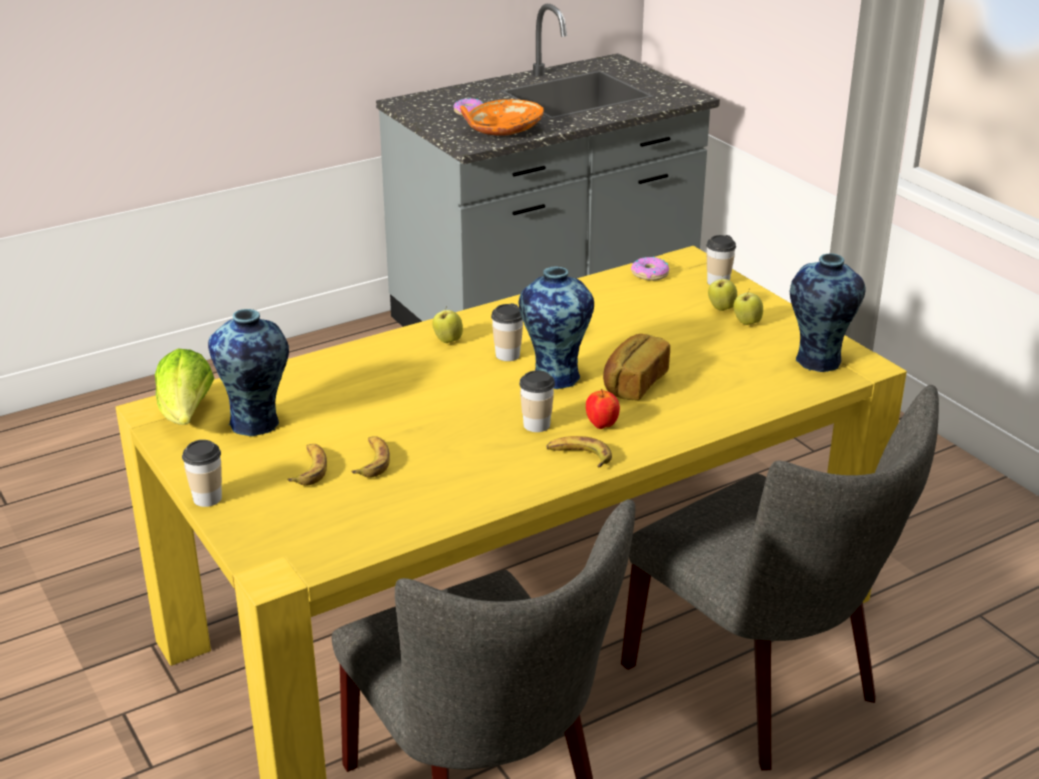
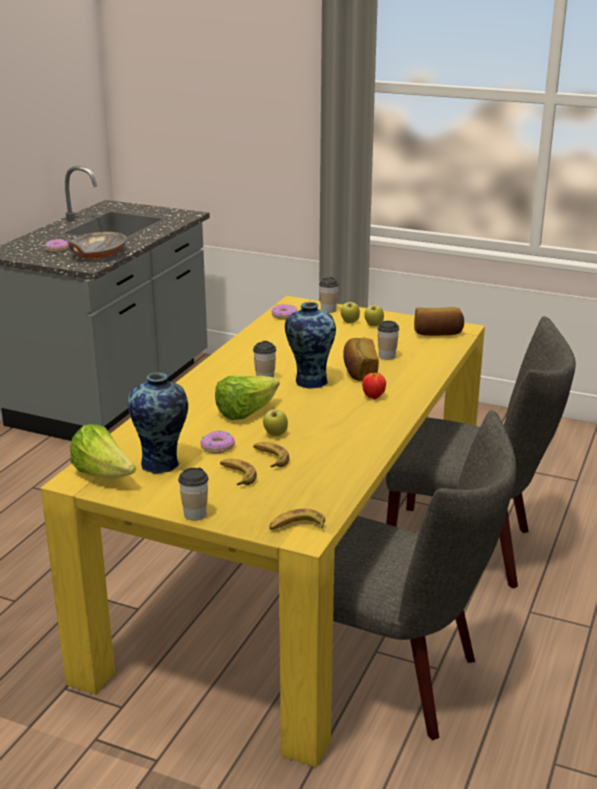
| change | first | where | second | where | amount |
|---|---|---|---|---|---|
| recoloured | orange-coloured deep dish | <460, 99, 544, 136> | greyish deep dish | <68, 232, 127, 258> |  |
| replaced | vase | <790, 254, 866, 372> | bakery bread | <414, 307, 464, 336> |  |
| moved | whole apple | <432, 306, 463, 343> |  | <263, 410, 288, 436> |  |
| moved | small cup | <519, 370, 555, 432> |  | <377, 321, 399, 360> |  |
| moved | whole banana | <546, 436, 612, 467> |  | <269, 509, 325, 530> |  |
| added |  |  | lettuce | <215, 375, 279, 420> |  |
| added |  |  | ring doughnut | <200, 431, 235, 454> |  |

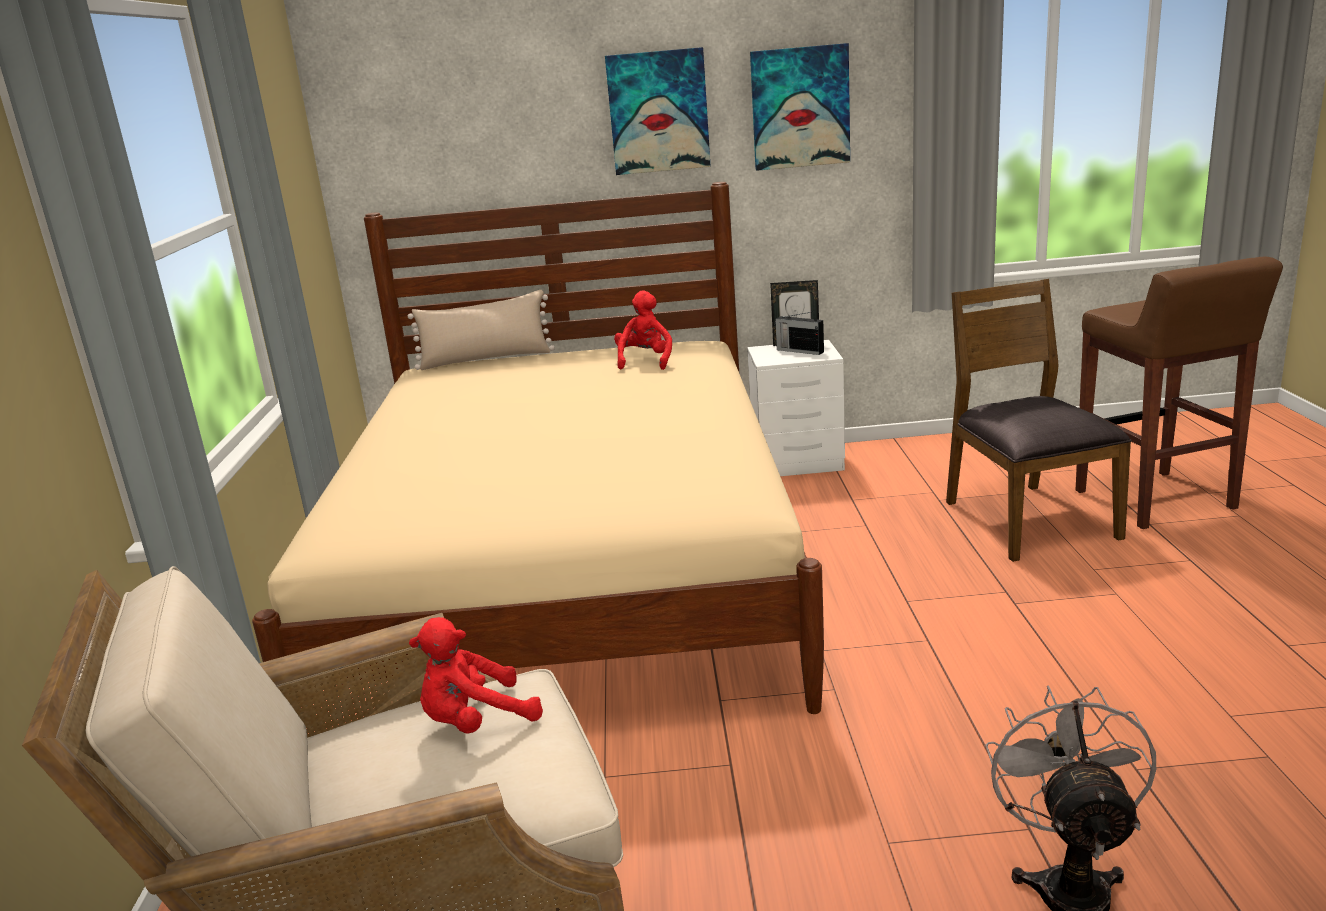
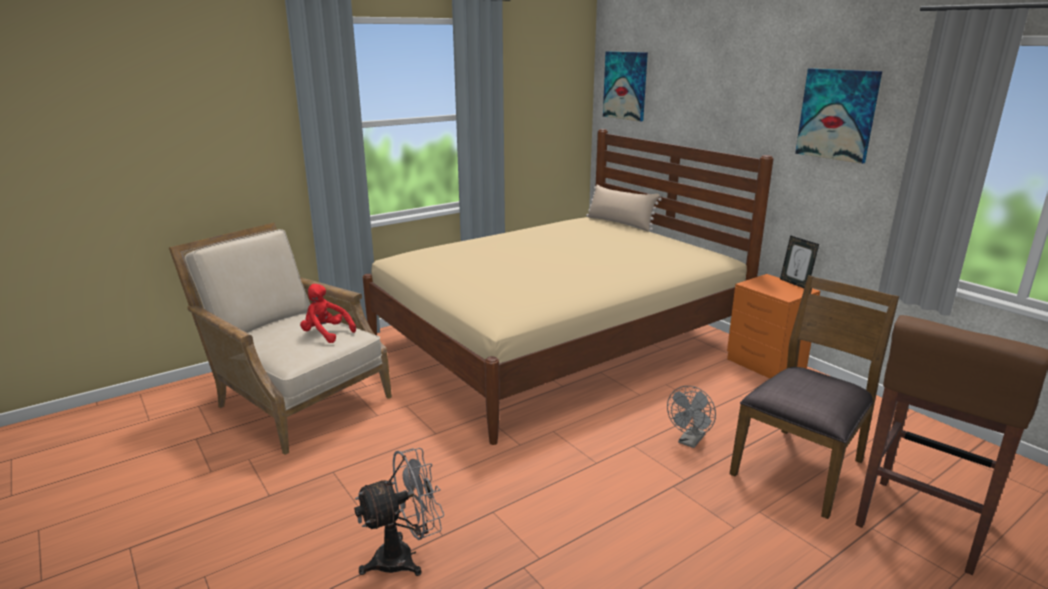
| change | first | where | second | where | amount |
|---|---|---|---|---|---|
| moved | wall art | <605, 47, 711, 175> |  | <603, 51, 648, 122> |  |
| removed | red-coloured plush toy | <614, 290, 672, 370> |  |  |  |
| removed | radio | <775, 311, 824, 355> |  |  |  |
| recoloured | whitish nightstand | <747, 340, 845, 476> | orange-coloured nightstand | <727, 274, 820, 378> |  |
| added |  |  | greyish cooling fan | <667, 386, 716, 448> |  |

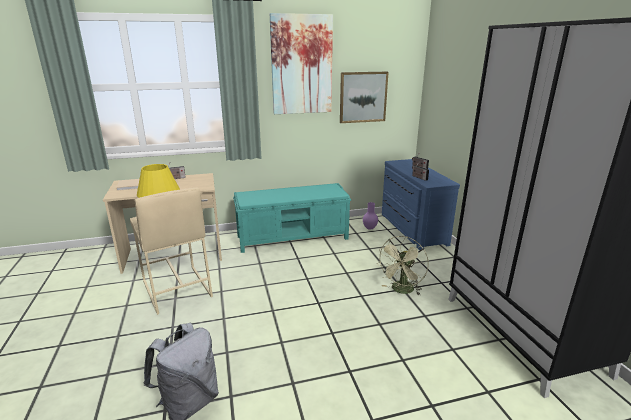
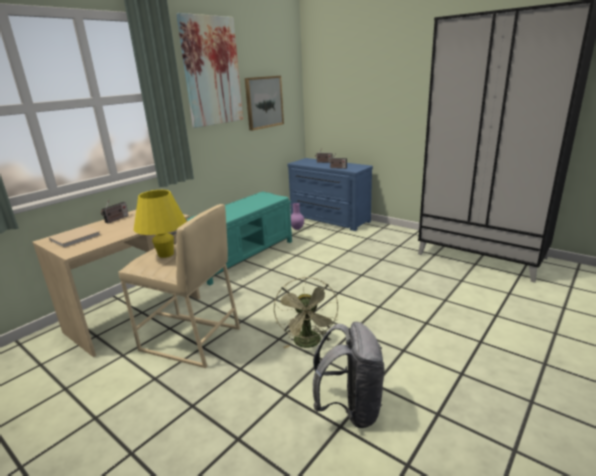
| change | first | where | second | where | amount |
|---|---|---|---|---|---|
| moved | green cooling fan | <378, 236, 429, 295> |  | <274, 277, 338, 348> |  |

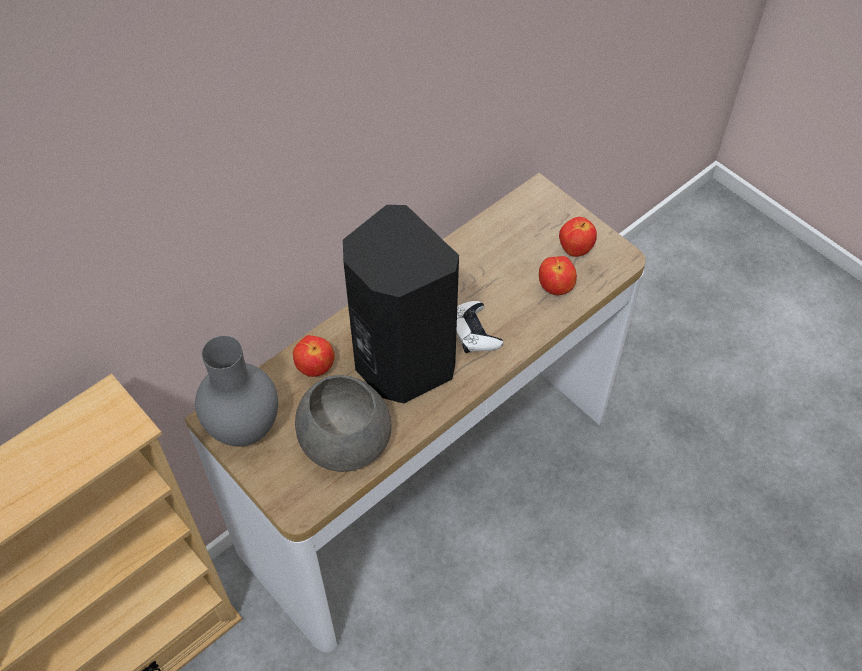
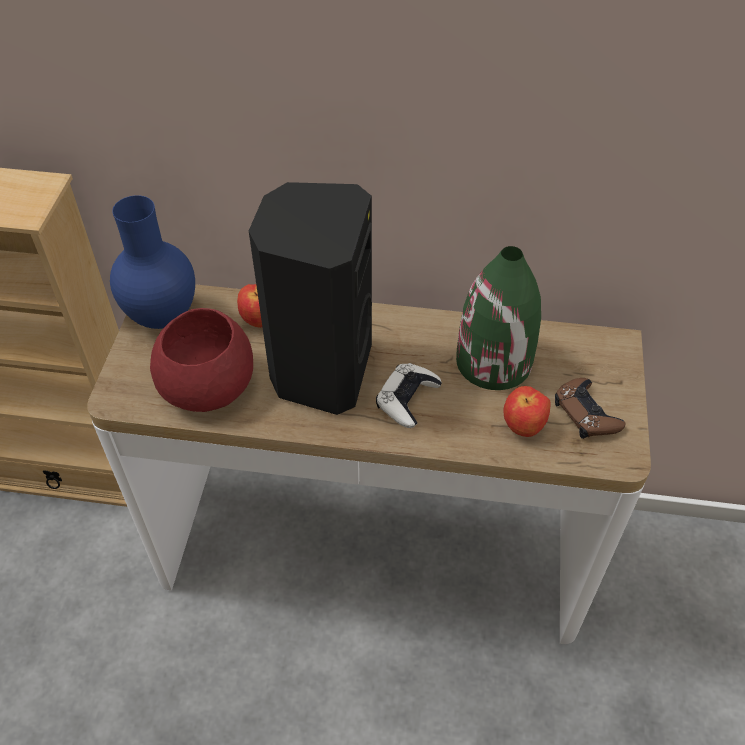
| change | first | where | second | where | amount |
|---|---|---|---|---|---|
| replaced | whole apple | <559, 217, 597, 257> | brown game controller | <555, 378, 625, 439> |  |
| recoloured | greyish vase | <195, 335, 278, 446> | bluish vase | <110, 195, 195, 329> |  |
| recoloured | greyish deep dish | <295, 375, 391, 472> | red-coloured deep dish | <150, 308, 253, 412> |  |
| added |  |  | green vase | <456, 246, 541, 390> |  |

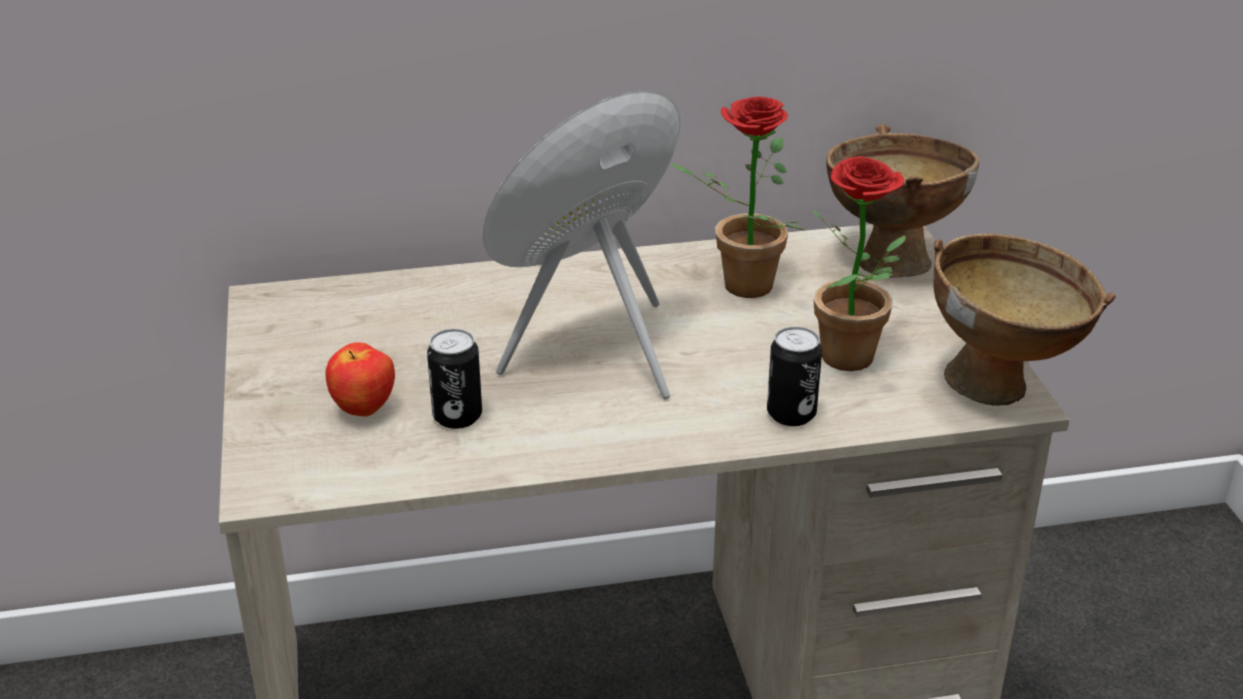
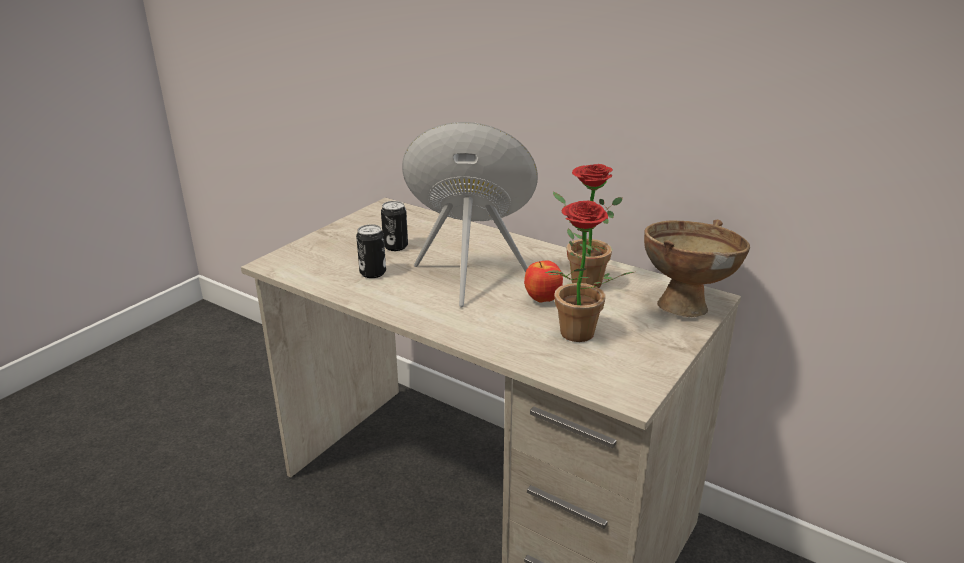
| change | first | where | second | where | amount |
|---|---|---|---|---|---|
| removed | brown deep dish | <933, 234, 1116, 406> |  |  |  |
| moved | sealed can | <767, 326, 822, 426> |  | <381, 201, 408, 251> |  |
| moved | whole apple | <326, 342, 395, 416> |  | <524, 260, 563, 303> |  |

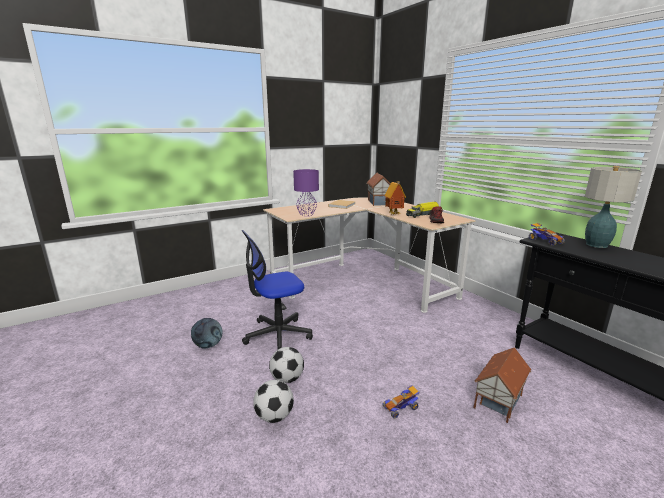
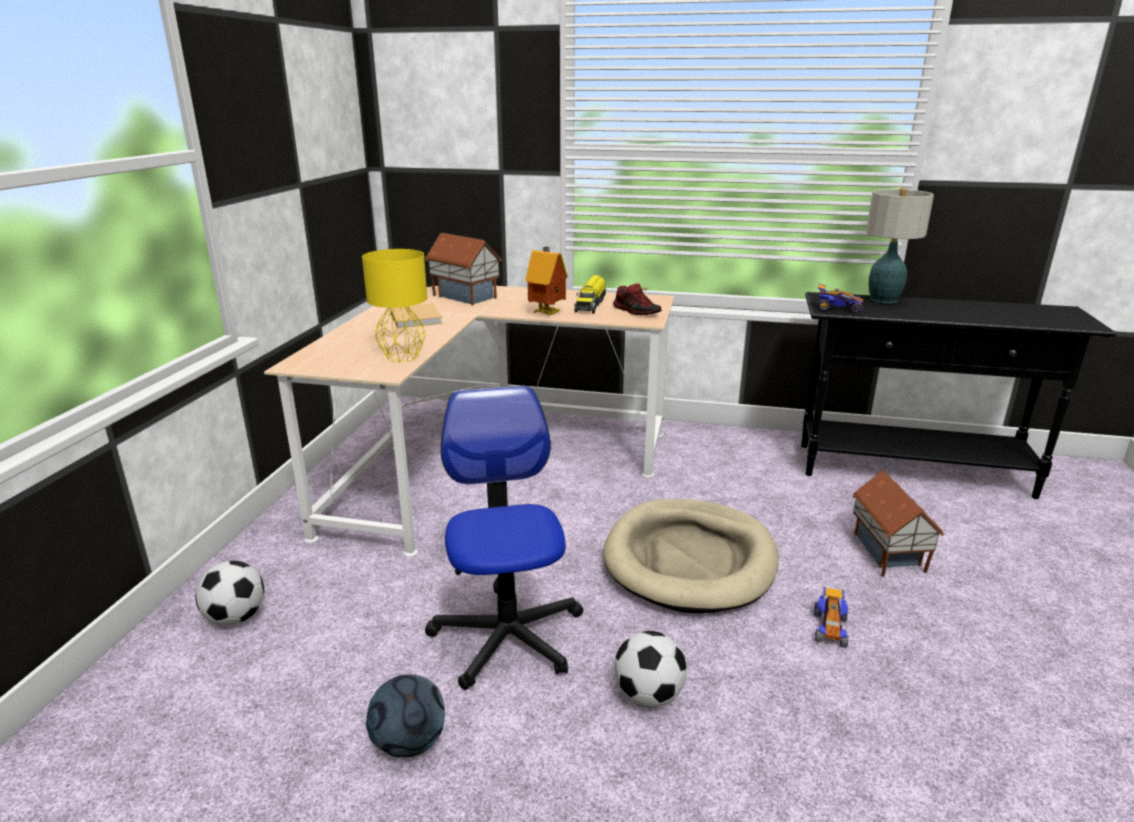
| change | first | where | second | where | amount |
|---|---|---|---|---|---|
| recoloured | purple tabletop lamp | <293, 169, 319, 216> | yellow tabletop lamp | <362, 249, 427, 362> |  |
| turned | desk chair | <242, 230, 313, 349> |  | <425, 386, 583, 690> | 150 degrees clockwise |
| moved | football | <253, 380, 294, 423> |  | <195, 561, 264, 625> |  |
| added |  |  | sand-coloured dog bed | <603, 499, 779, 613> |  |

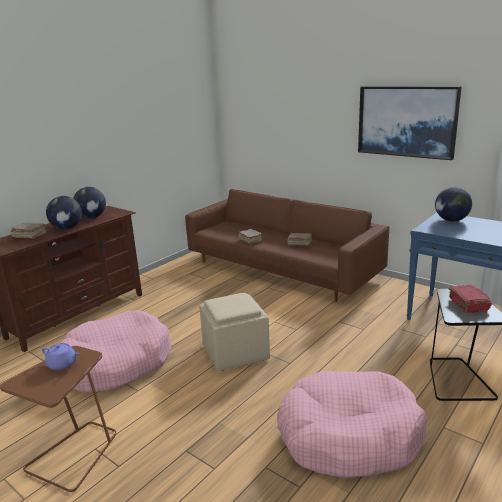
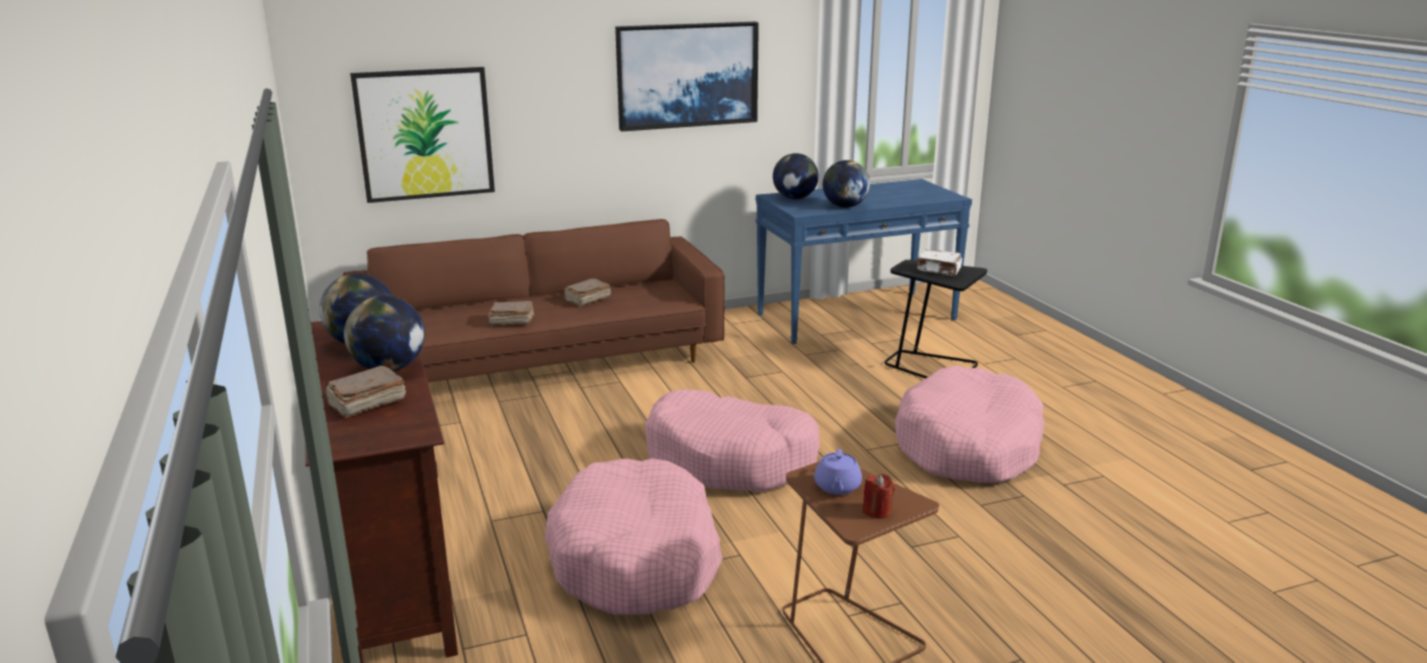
| change | first | where | second | where | amount |
|---|---|---|---|---|---|
| recoloured | red-coloured bound book | <449, 285, 492, 313> | whitish bound book | <917, 250, 963, 276> |  |
| replaced | sand-coloured ottoman | <199, 293, 270, 371> | pinkish dog bed | <645, 389, 820, 491> |  |
| turned | purple tea pot | <42, 343, 79, 370> |  | <814, 449, 862, 495> | 135 degrees clockwise |
| added |  |  | wall art | <350, 67, 495, 203> |  |
| added |  |  | world globe | <823, 160, 870, 208> |  |
| added |  |  | red-coloured wax light | <862, 474, 895, 519> |  |

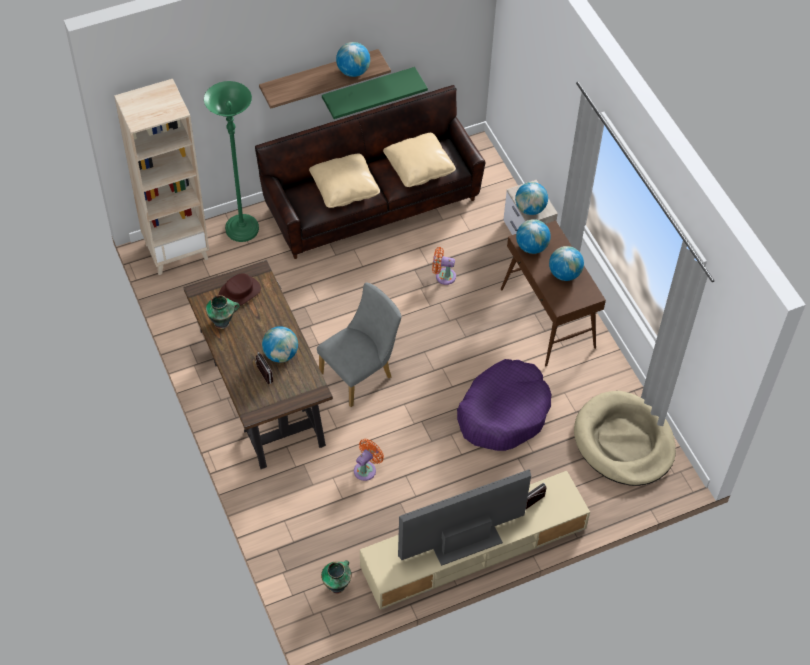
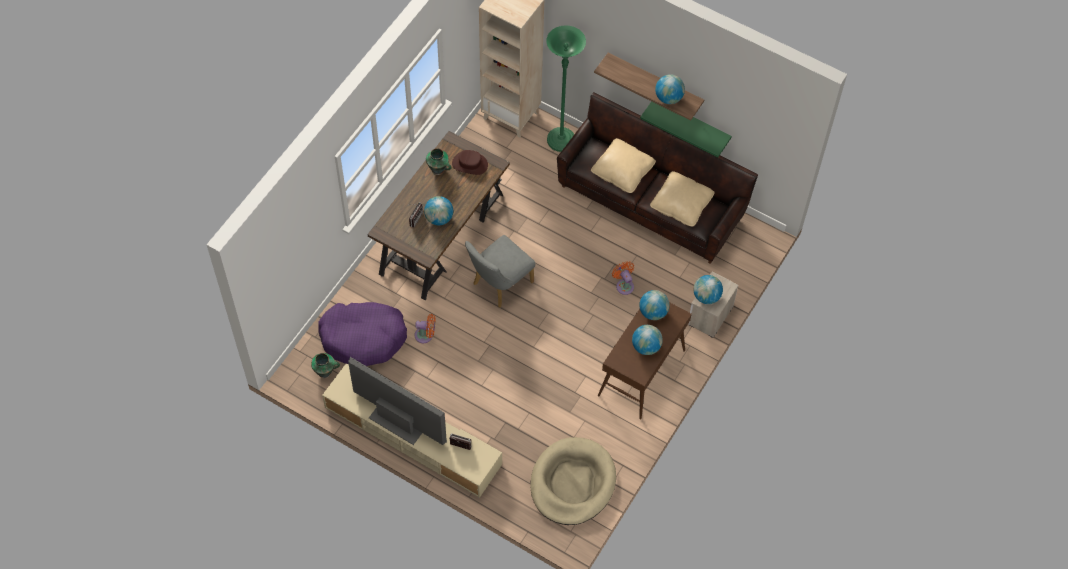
| change | first | where | second | where | amount |
|---|---|---|---|---|---|
| turned | greyish plain chair | <317, 283, 401, 407> |  | <465, 235, 536, 308> | 120 degrees clockwise |
| moved | purple dog bed | <457, 359, 552, 451> |  | <318, 302, 407, 366> |  |

